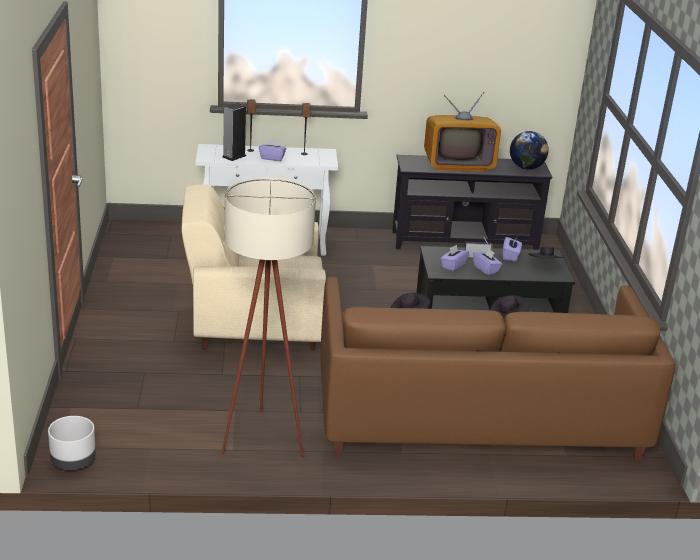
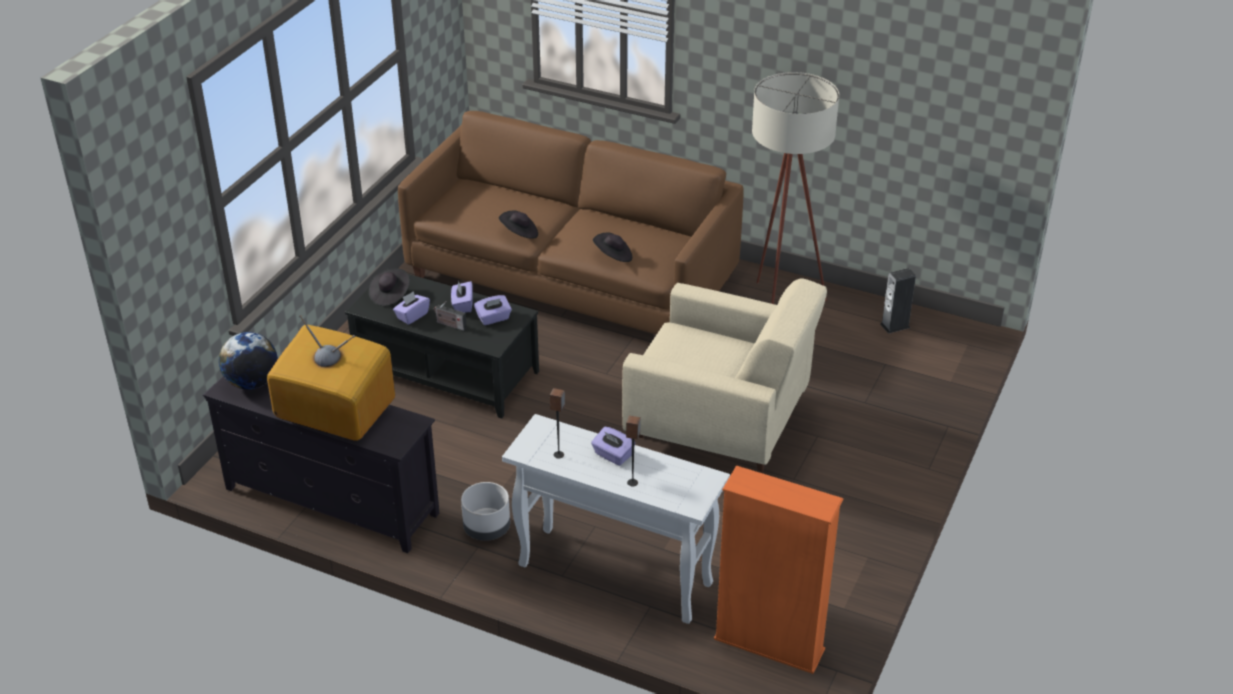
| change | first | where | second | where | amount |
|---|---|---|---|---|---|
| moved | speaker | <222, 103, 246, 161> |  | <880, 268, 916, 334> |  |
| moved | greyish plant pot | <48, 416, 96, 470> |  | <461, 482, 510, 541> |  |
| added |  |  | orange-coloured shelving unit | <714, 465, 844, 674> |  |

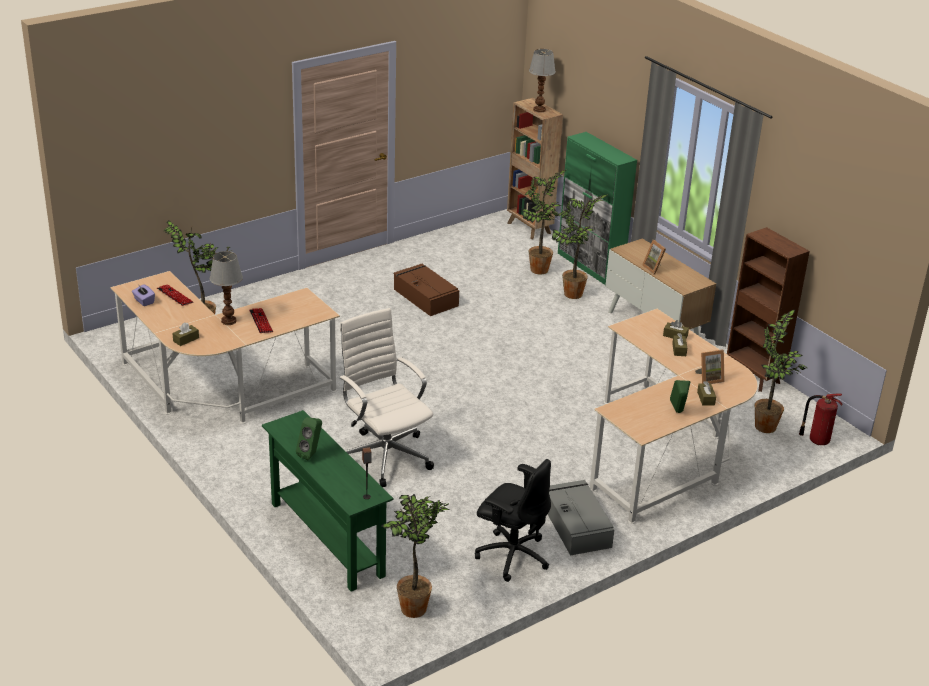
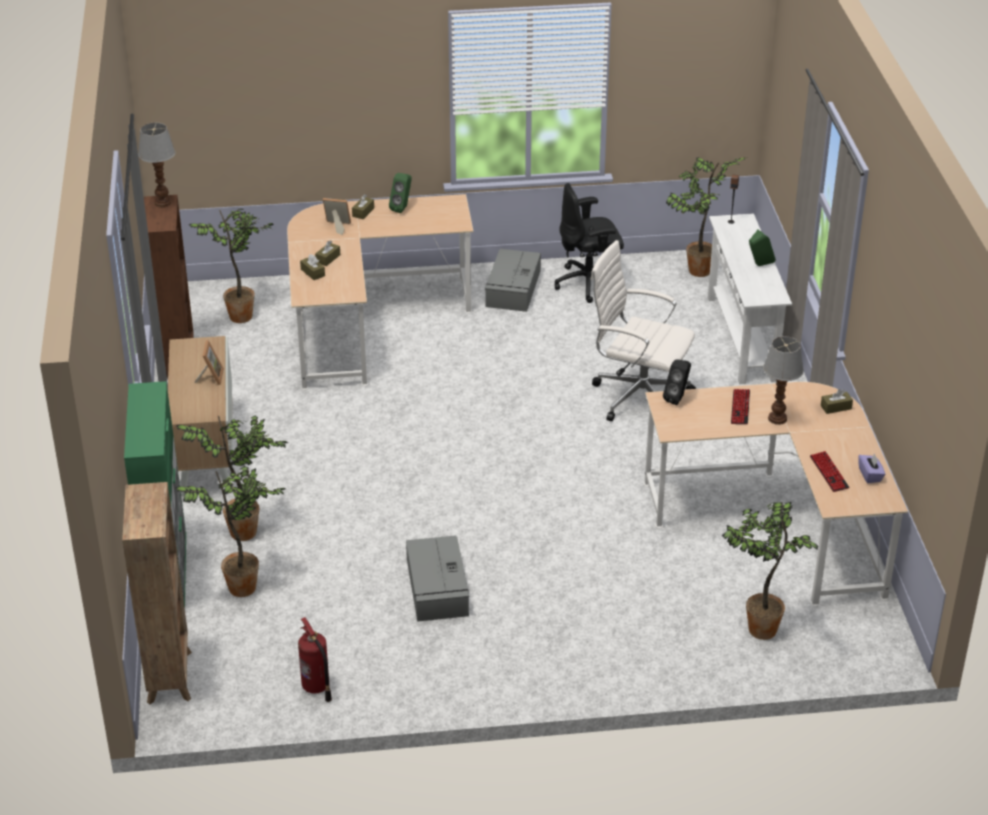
| change | first | where | second | where | amount |
|---|---|---|---|---|---|
| moved | tabletop lamp | <529, 49, 556, 113> |  | <138, 123, 176, 208> |  |
| recoloured | brown storage bin | <394, 264, 459, 316> | greyish storage bin | <406, 535, 469, 622> |  |
| turned | whitish desk chair | <339, 308, 434, 487> |  | <590, 240, 696, 421> | 120 degrees clockwise |
| moved | extinguisher | <799, 393, 842, 445> |  | <298, 617, 332, 702> |  |
| recoloured | green console table | <262, 410, 394, 592> | whitish console table | <708, 213, 792, 384> |  |
| turned | black-coloured desk chair | <475, 459, 551, 582> |  | <555, 183, 624, 303> | 75 degrees counterclockwise |
| added |  |  | black-coloured speaker | <663, 359, 691, 405> |  |

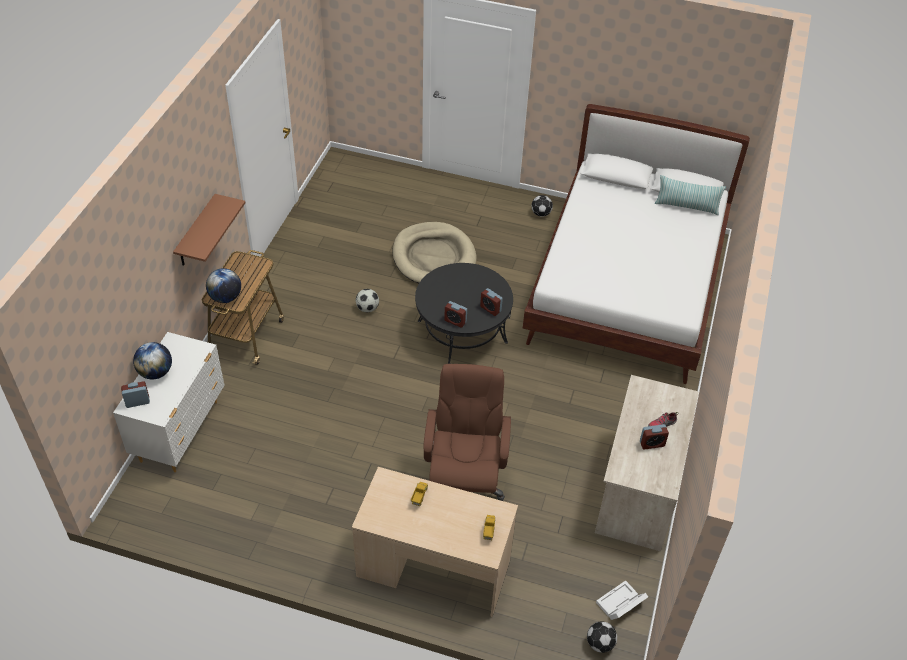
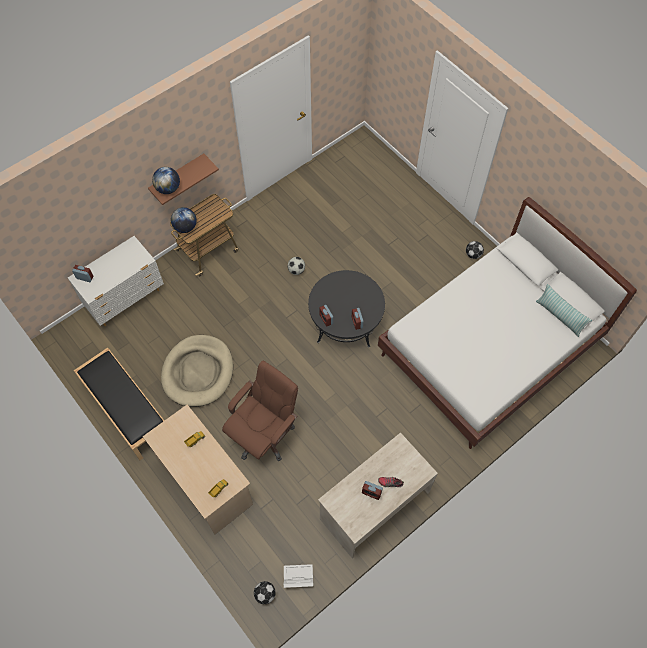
| change | first | where | second | where | amount |
|---|---|---|---|---|---|
| moved | sand-coloured dog bed | <393, 222, 477, 283> |  | <161, 335, 233, 407> |  |
| moved | world globe | <133, 342, 172, 379> |  | <152, 167, 180, 194> |  |
| added |  |  | black-coloured long seat | <74, 348, 164, 460> |  |

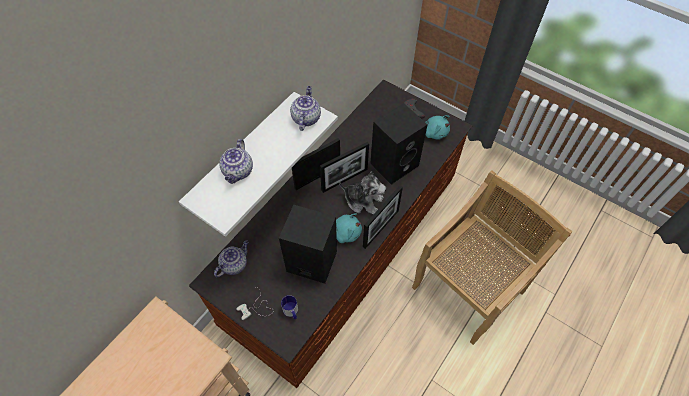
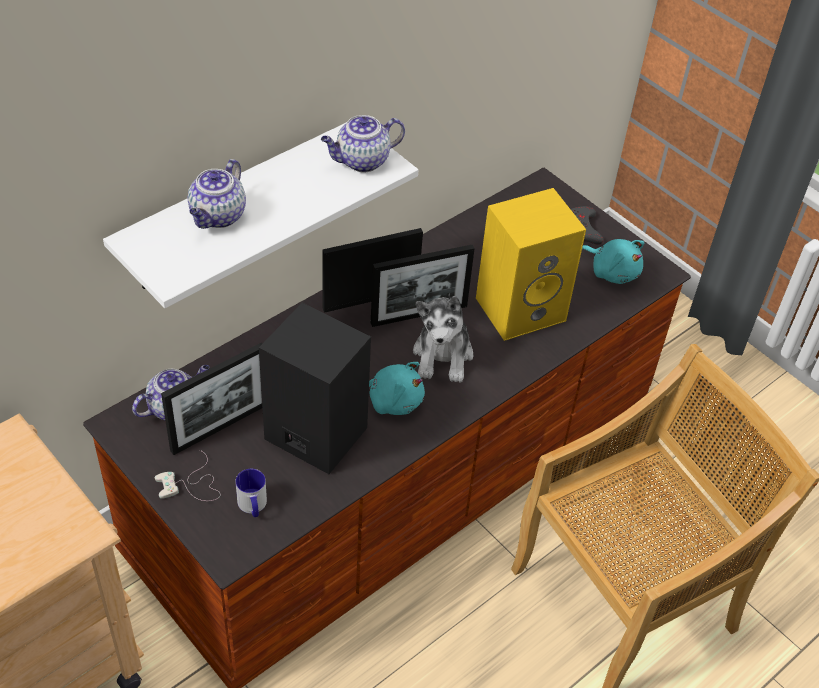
| change | first | where | second | where | amount |
|---|---|---|---|---|---|
| turned | tea pot | <290, 86, 321, 131> |  | <321, 115, 405, 173> | 135 degrees counterclockwise |
| recoloured | black-coloured speaker | <370, 103, 428, 185> | yellow speaker | <476, 188, 586, 341> |  |
| turned | plush toy | <339, 171, 386, 214> |  | <413, 293, 473, 383> | 60 degrees clockwise |
| moved | photo frame | <363, 185, 403, 249> |  | <161, 343, 262, 455> |  |

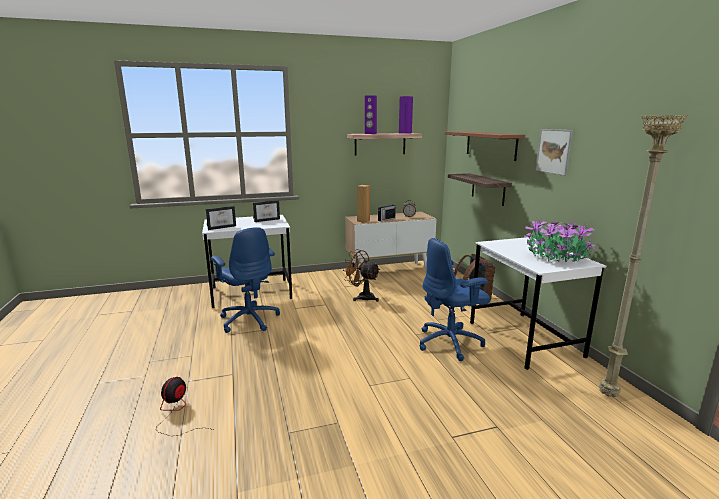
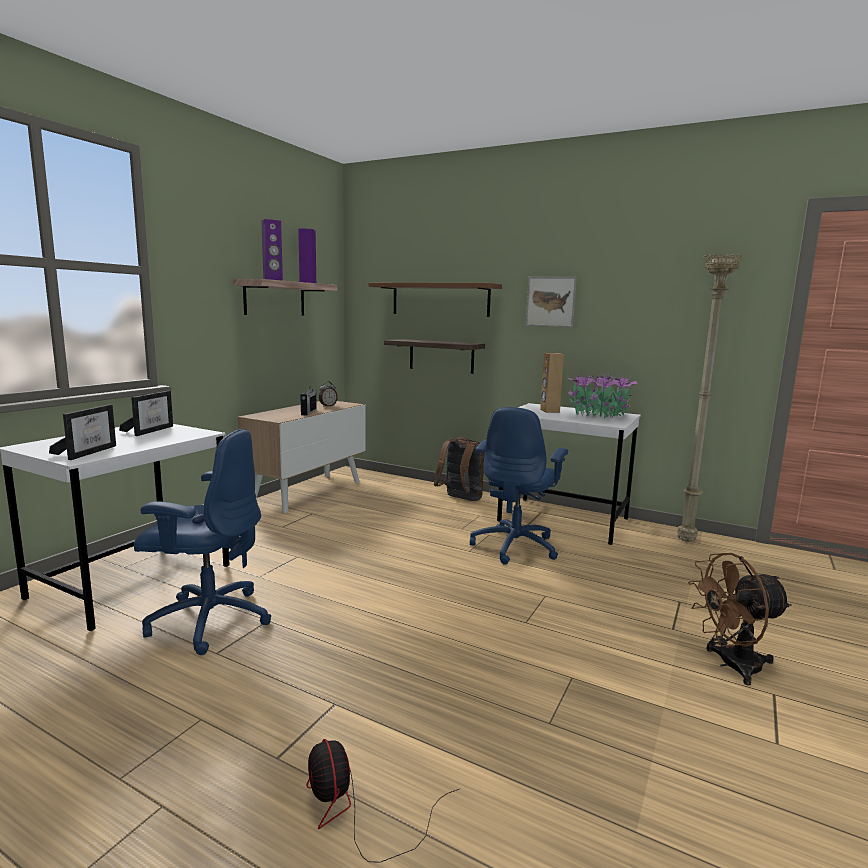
| change | first | where | second | where | amount |
|---|---|---|---|---|---|
| moved | brown speaker | <357, 185, 370, 223> |  | <540, 353, 564, 413> |  |
| moved | brown cooling fan | <344, 249, 380, 302> |  | <688, 553, 792, 686> |  |

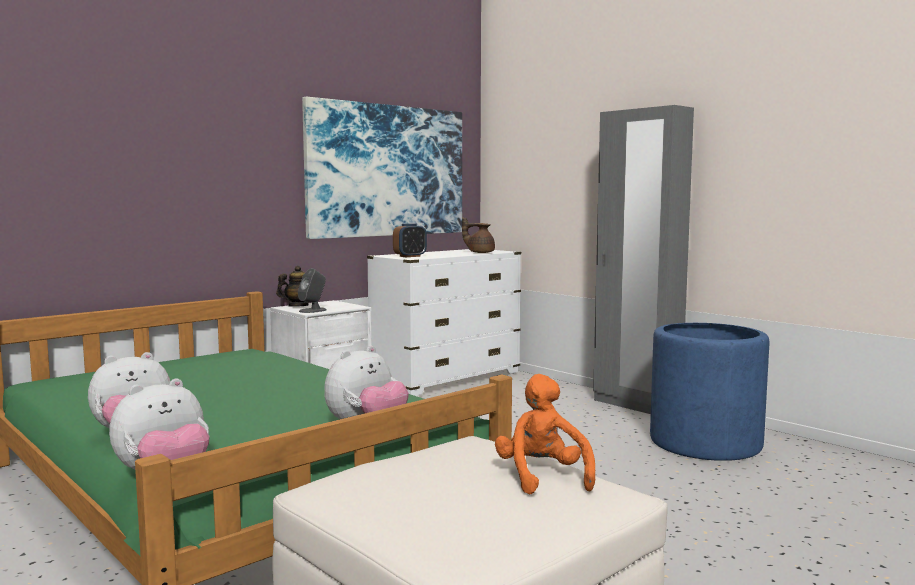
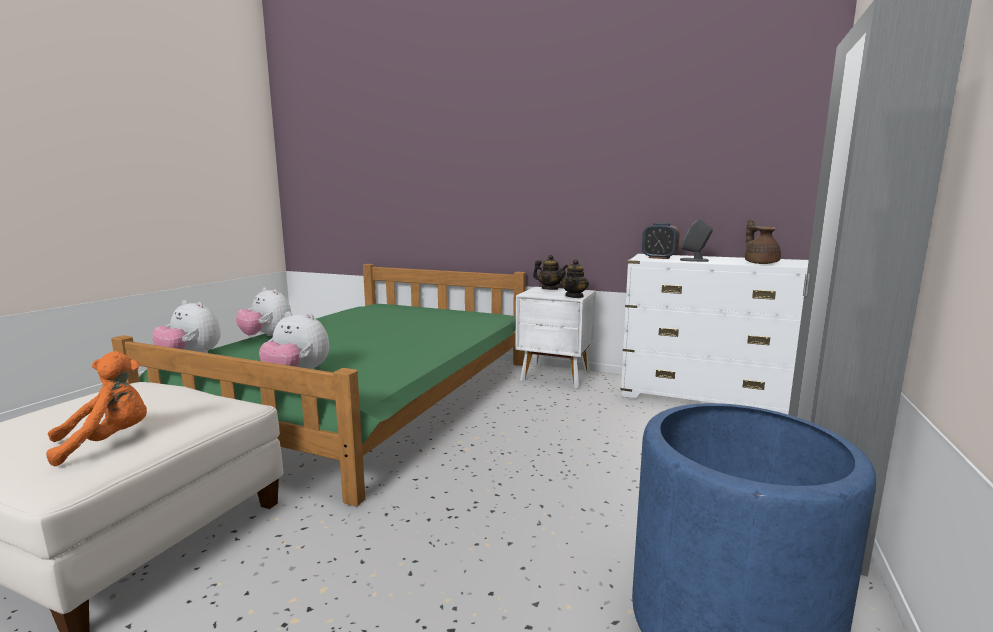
| change | first | where | second | where | amount |
|---|---|---|---|---|---|
| removed | wall art | <302, 97, 462, 239> |  |  |  |
| moved | greyish speaker | <298, 268, 326, 313> |  | <680, 219, 713, 262> |  |
| added |  |  | tea pot | <561, 259, 589, 298> |  |

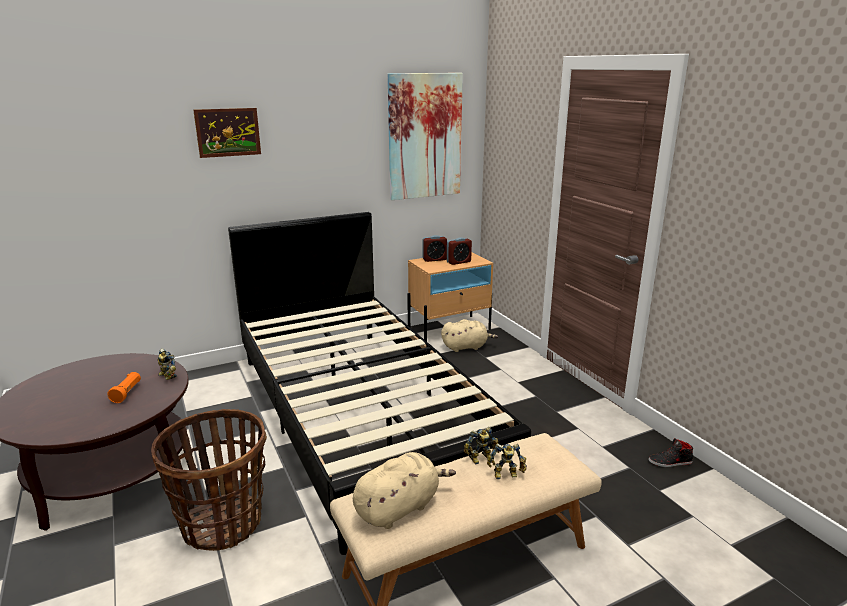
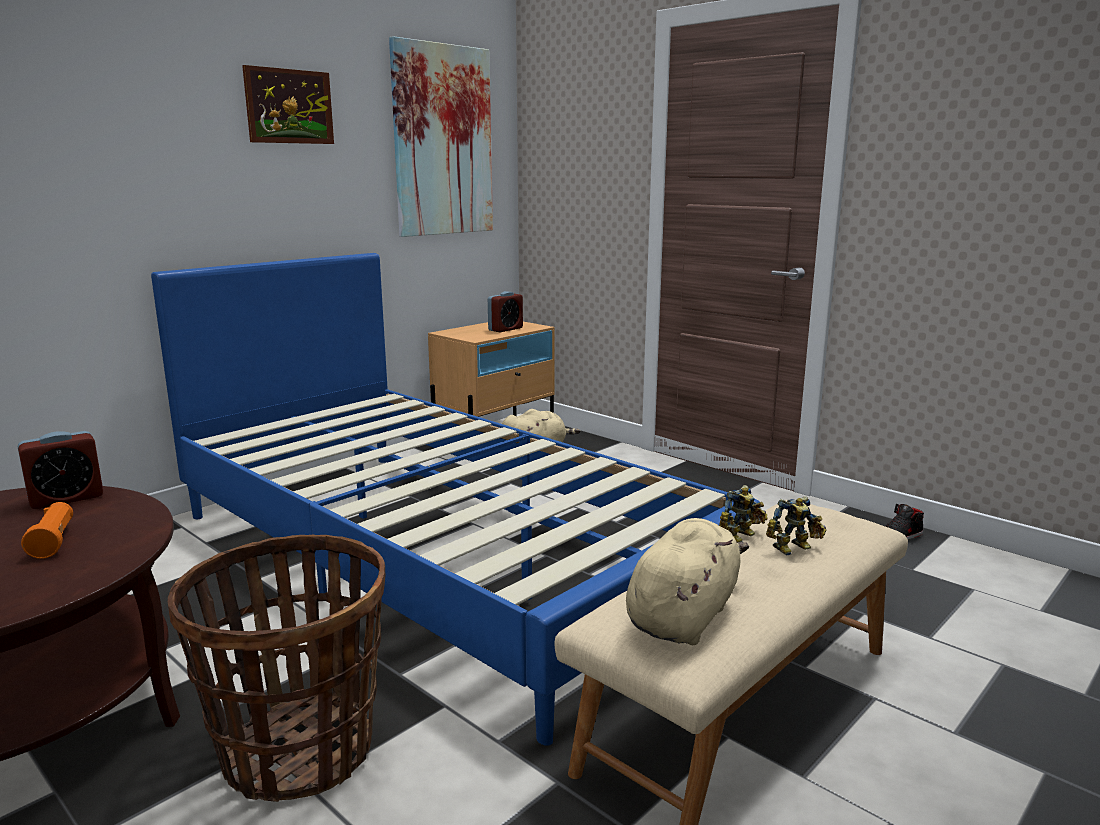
| change | first | where | second | where | amount |
|---|---|---|---|---|---|
| moved | wall art | <193, 108, 261, 158> |  | <242, 65, 334, 144> |  |
| recoloured | black-coloured bed | <228, 212, 531, 555> | bluish bed | <151, 253, 760, 746> |  |
| moved | bedside clock | <423, 235, 447, 262> |  | <17, 431, 103, 509> |  |
| removed | model robot | <157, 348, 177, 380> |  |  |  |

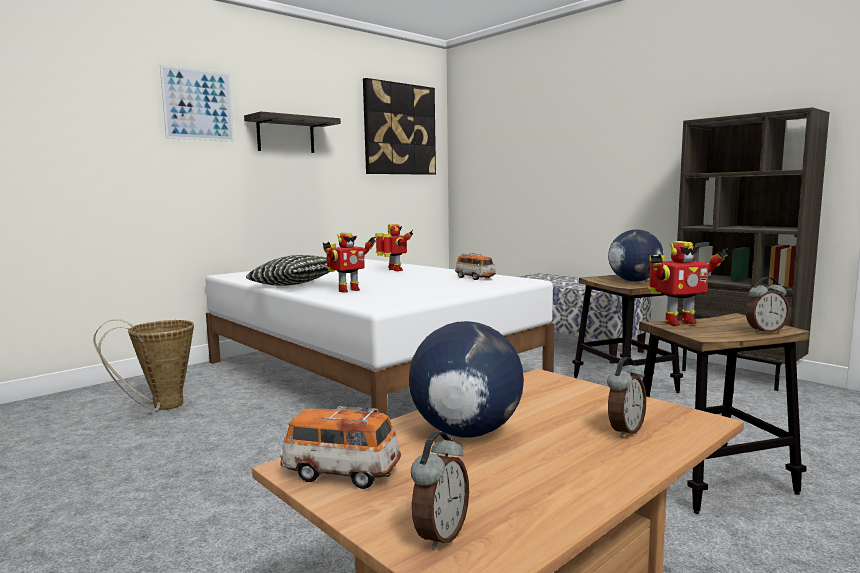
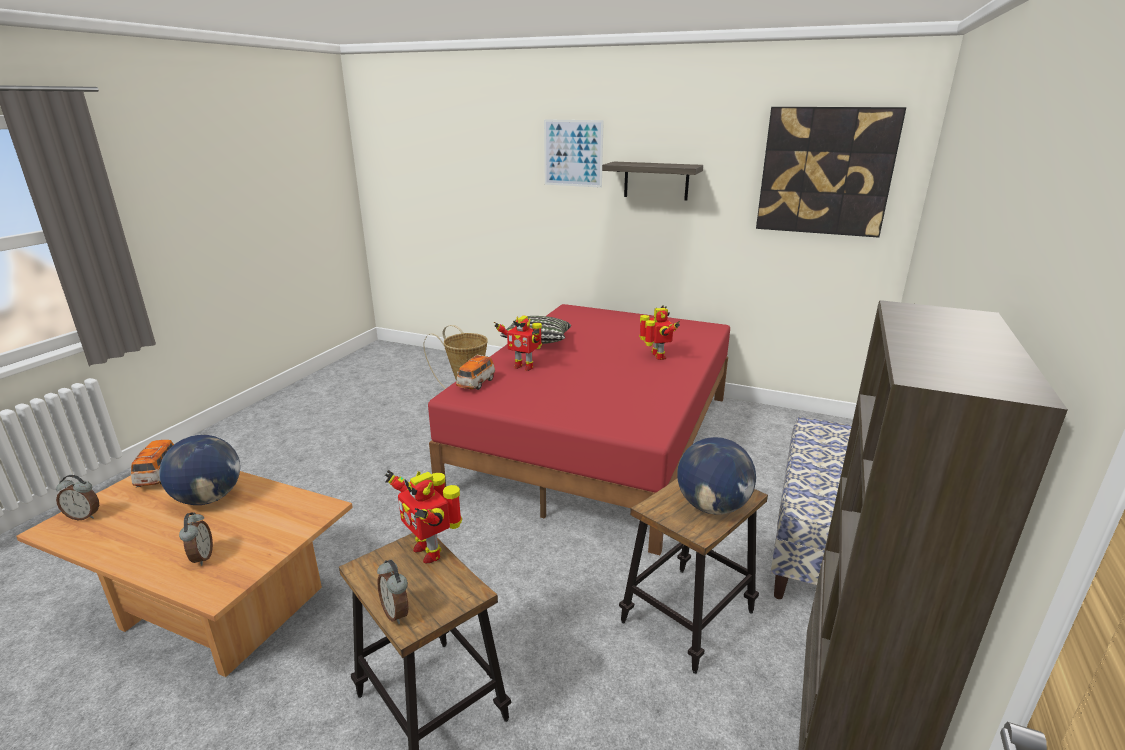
| change | first | where | second | where | amount |
|---|---|---|---|---|---|
| turned | model robot | <375, 224, 413, 271> |  | <639, 305, 680, 360> | 45 degrees counterclockwise |
| moved | miniature car | <455, 253, 496, 280> |  | <456, 354, 495, 390> |  |
| recoloured | whitish bed | <206, 259, 554, 416> | red-coloured bed | <428, 304, 730, 555> |  |
| turned | bedside clock | <607, 357, 646, 438> |  | <179, 512, 213, 566> | 120 degrees counterclockwise |

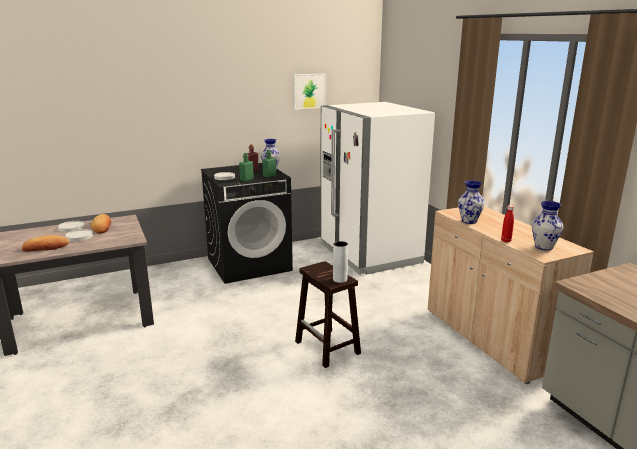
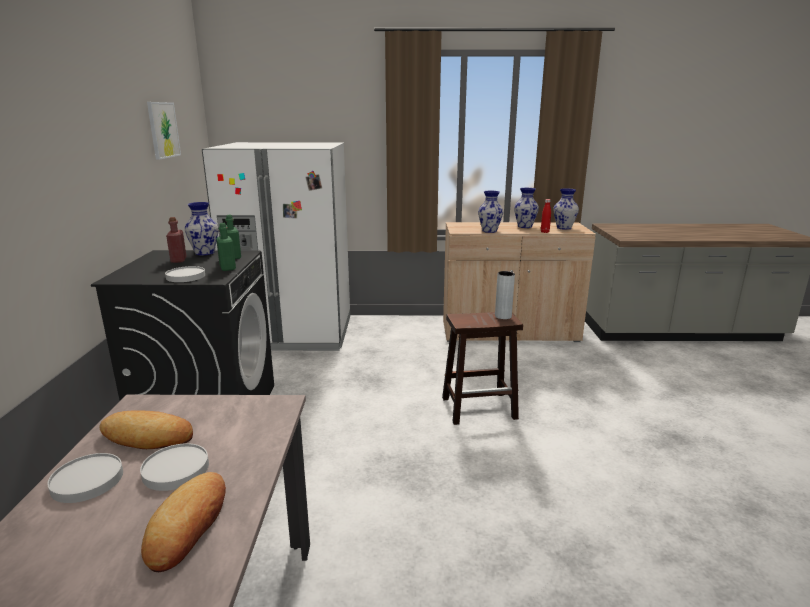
| change | first | where | second | where | amount |
|---|---|---|---|---|---|
| added |  |  | vase | <514, 188, 539, 228> |  |

